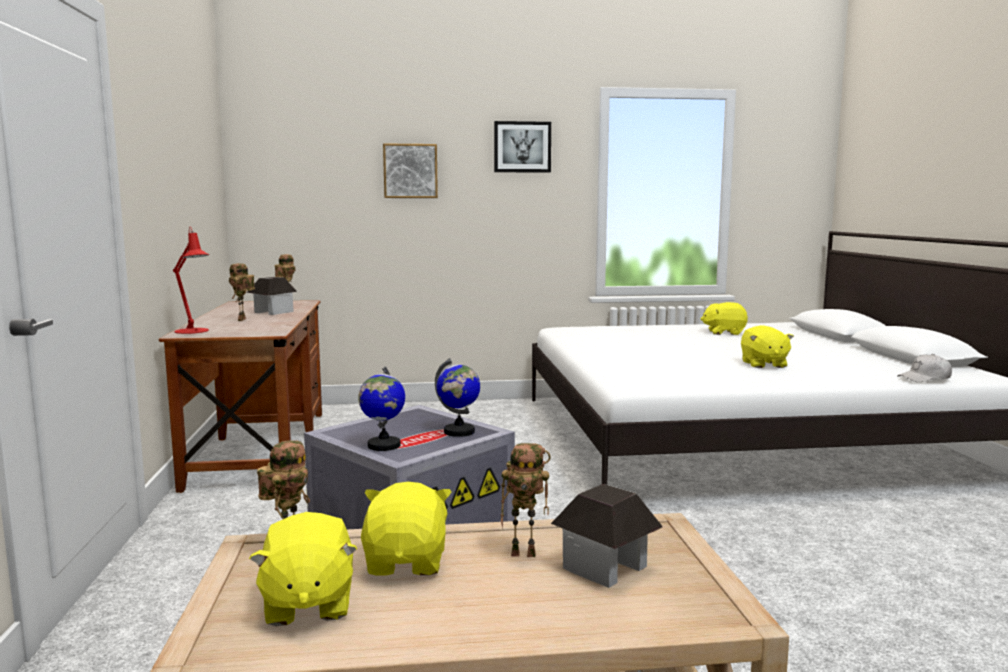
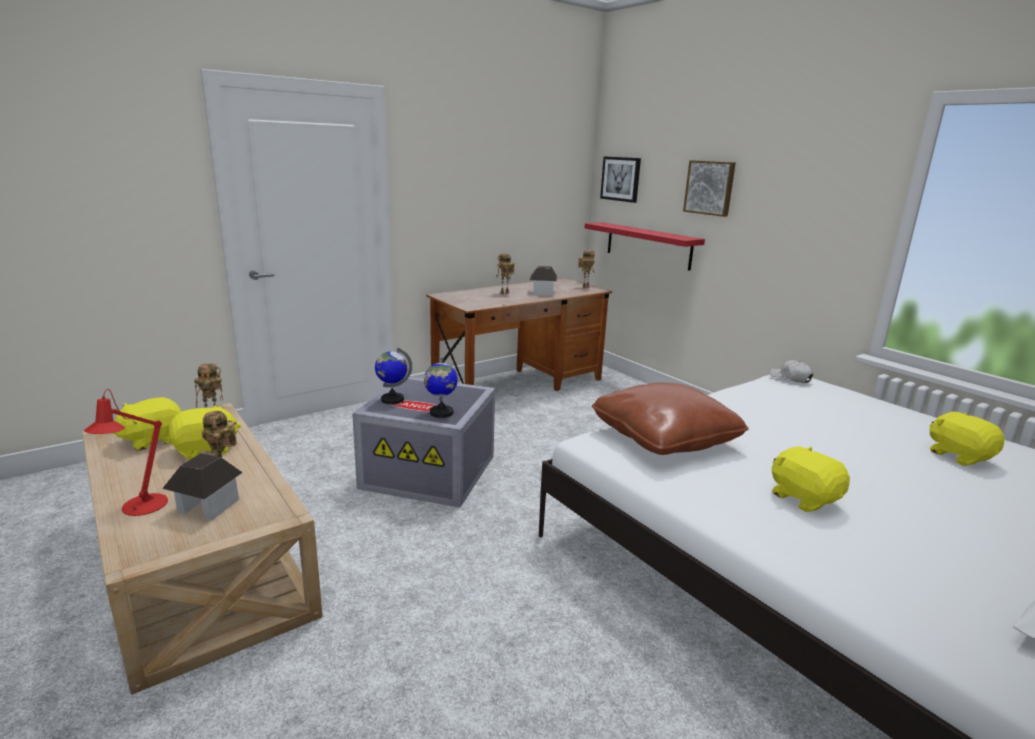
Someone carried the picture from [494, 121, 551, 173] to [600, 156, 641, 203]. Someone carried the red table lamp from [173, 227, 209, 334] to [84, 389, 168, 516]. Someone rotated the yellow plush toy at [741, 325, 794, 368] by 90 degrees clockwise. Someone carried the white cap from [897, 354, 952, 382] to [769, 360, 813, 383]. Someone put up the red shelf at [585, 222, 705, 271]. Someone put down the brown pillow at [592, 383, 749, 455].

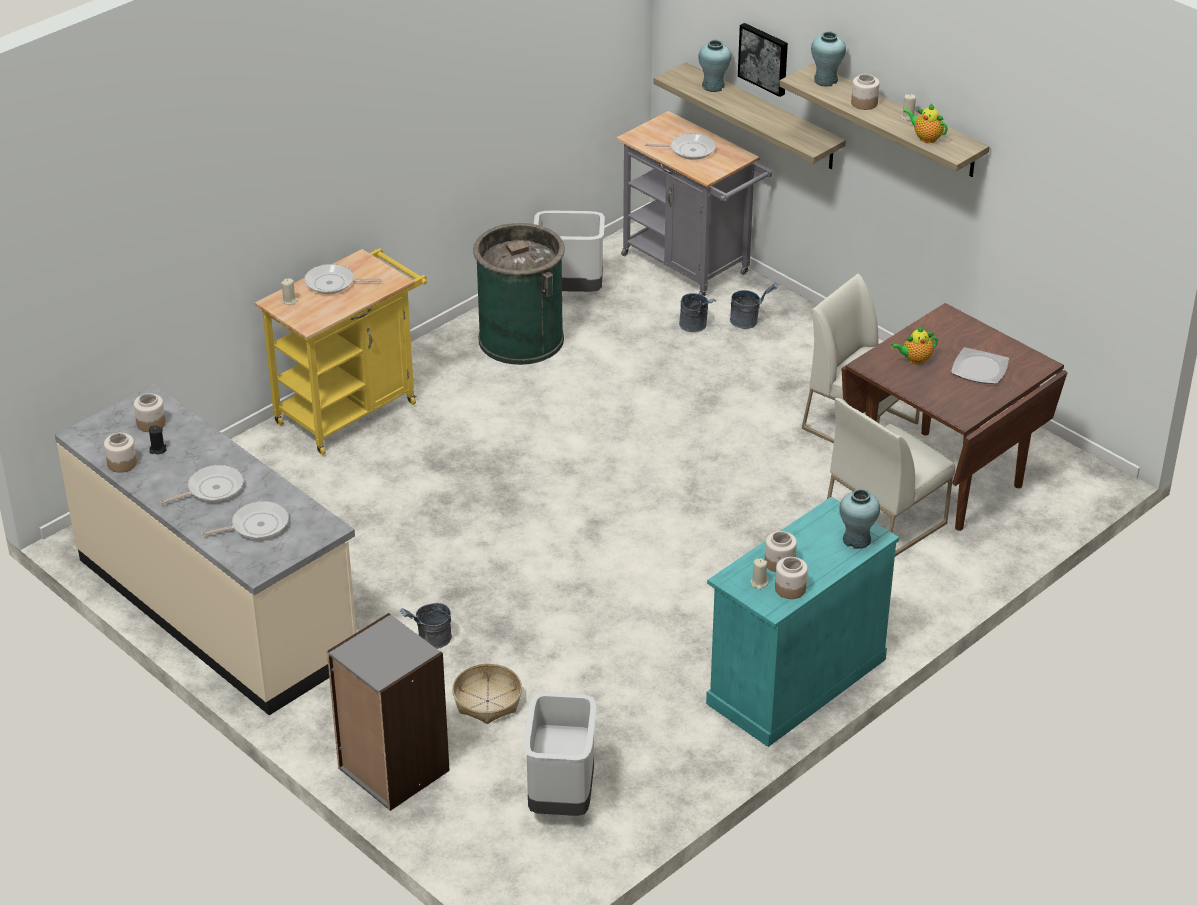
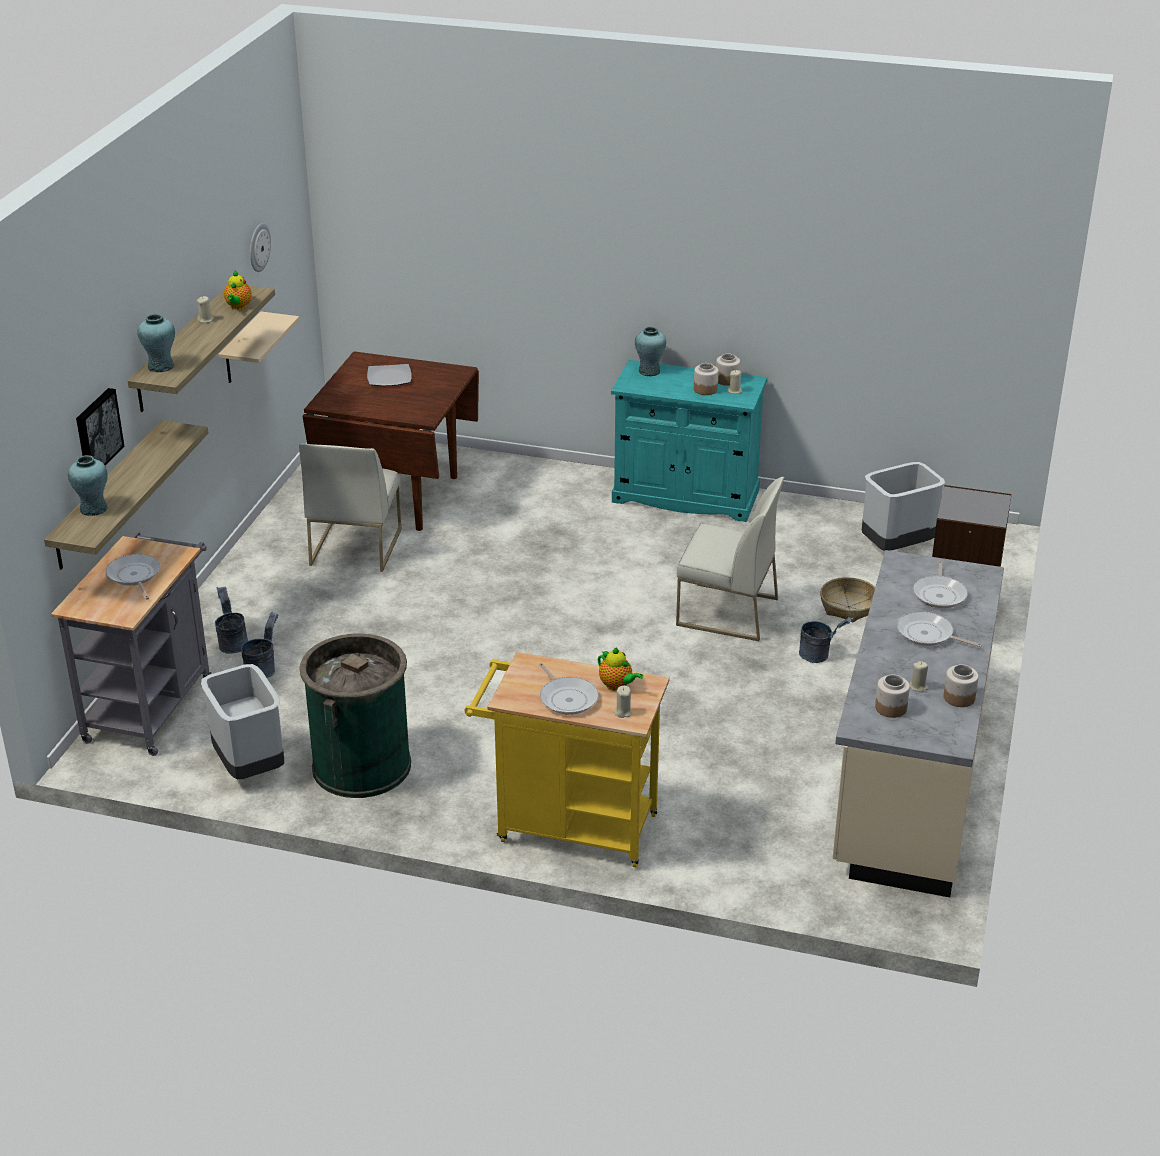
Someone took away the jar at [851, 74, 879, 110]. Someone carried the teapot from [891, 326, 938, 365] to [598, 647, 643, 691]. Someone carried the white chair from [827, 398, 955, 556] to [676, 477, 784, 641]. Someone repainted the black candle at [149, 426, 166, 454], which became the beige candle at [909, 661, 929, 692]. Someone rotated the frying pan at [201, 501, 289, 539] by 120 degrees counterclockwise. Someone put up the wall clock at [250, 223, 271, 272]. Someone put up the beige shelf at [219, 312, 299, 383].

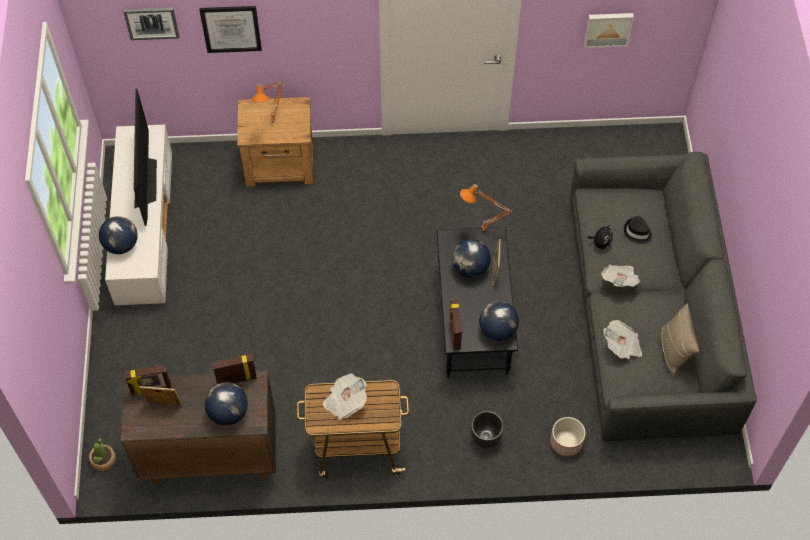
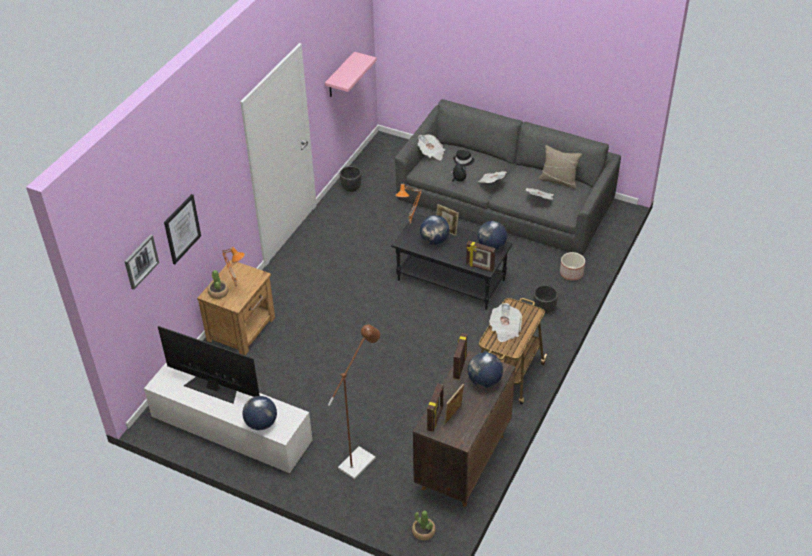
Someone swapped the picture at [584, 13, 634, 48] for the pink shelf at [325, 52, 377, 97]. Someone put down the newspaper at [418, 134, 445, 160]. Someone put down the black planter at [340, 166, 362, 192]. Someone put down the potted plant at [208, 270, 229, 299]. Someone put down the brown floor lamp at [328, 325, 380, 479].

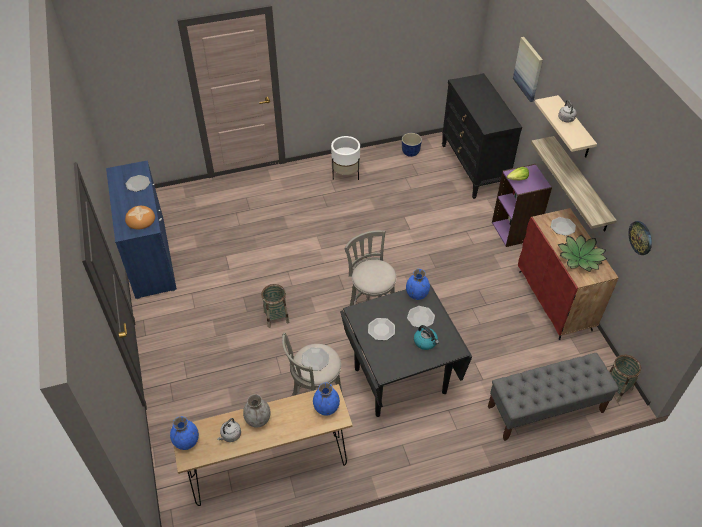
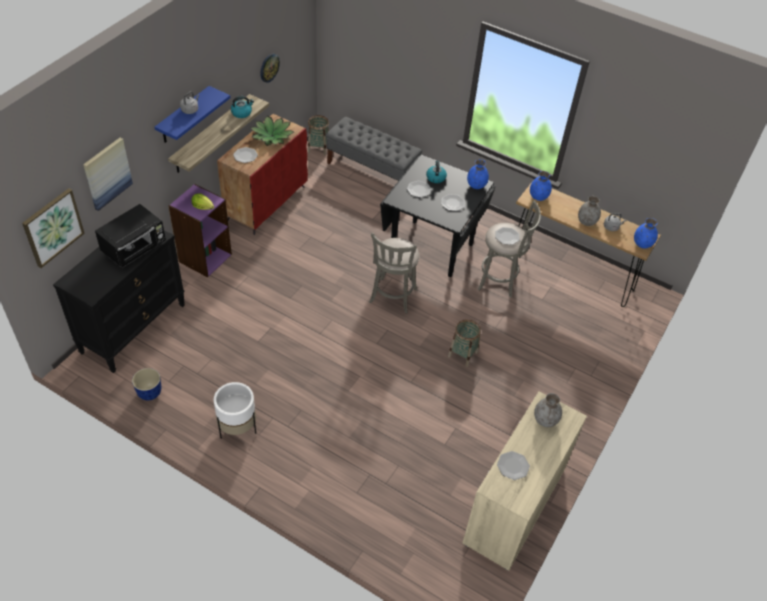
Someone repainted the beige shelf at [534, 95, 597, 158], which became the blue shelf at [154, 86, 230, 143]. Someone repainted the blue cabinet at [106, 160, 177, 299], which became the beige cabinet at [463, 391, 587, 570]. Someone swapped the bread at [125, 206, 155, 229] for the grey vase at [534, 393, 562, 427]. Someone carried the blue vase from [406, 269, 430, 300] to [467, 159, 489, 189]. Someone put down the kettle at [231, 96, 254, 118]. Someone put up the picture at [22, 188, 85, 268]. Someone put down the black microwave at [95, 204, 166, 268].

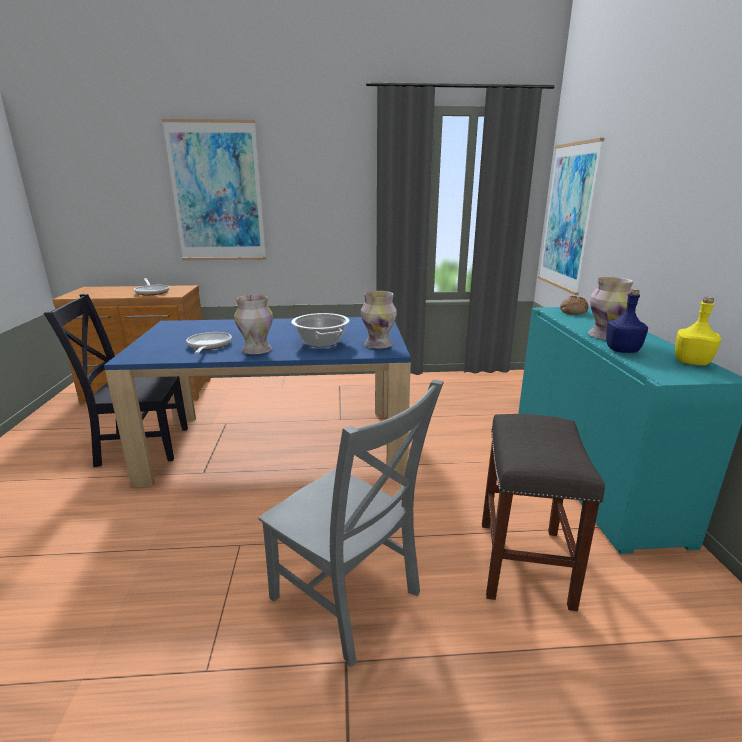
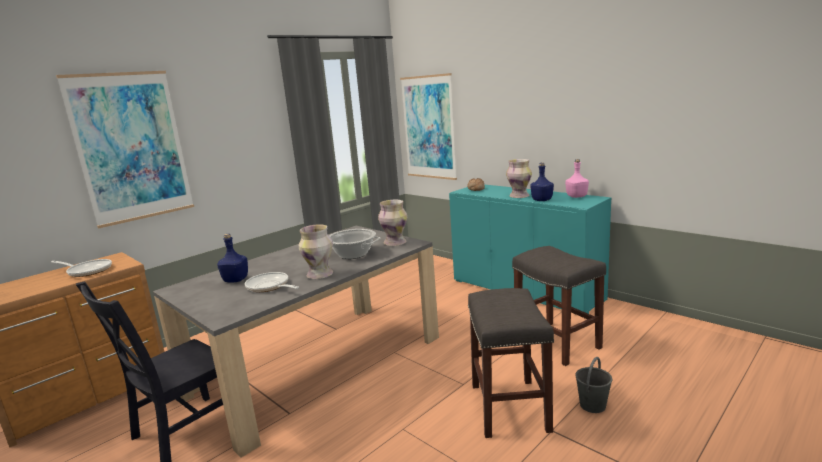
Someone repainted the yellow bottle at [675, 297, 721, 366], which became the pink bottle at [565, 159, 589, 198]. Someone repainted the blue dining table at [104, 317, 411, 487], which became the grey dining table at [153, 226, 439, 458]. Someone swapped the grey chair at [258, 380, 444, 667] for the grey stool at [468, 288, 554, 438]. Someone put down the blue bottle at [217, 234, 248, 283]. Someone put down the grey bucket at [575, 357, 612, 413].

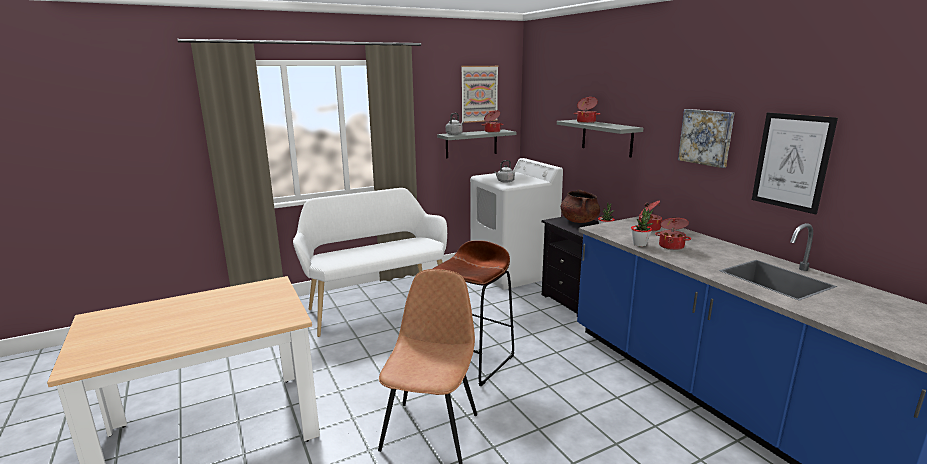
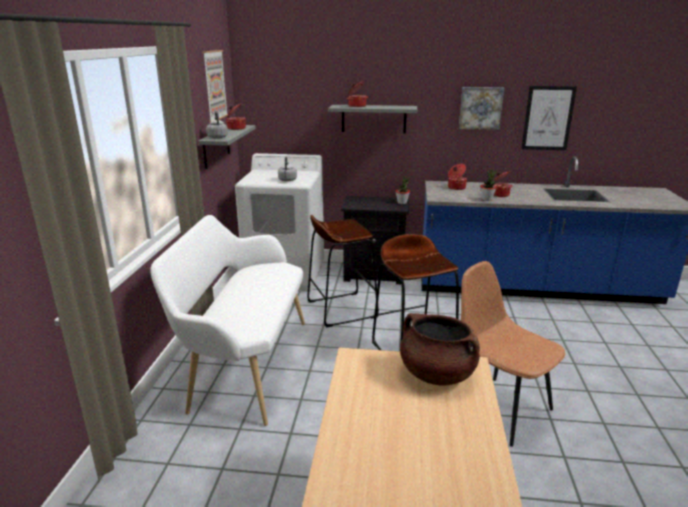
Someone carried the brown cooking pot from [561, 189, 600, 223] to [400, 313, 480, 385]. Someone put down the brown stool at [307, 215, 379, 328].

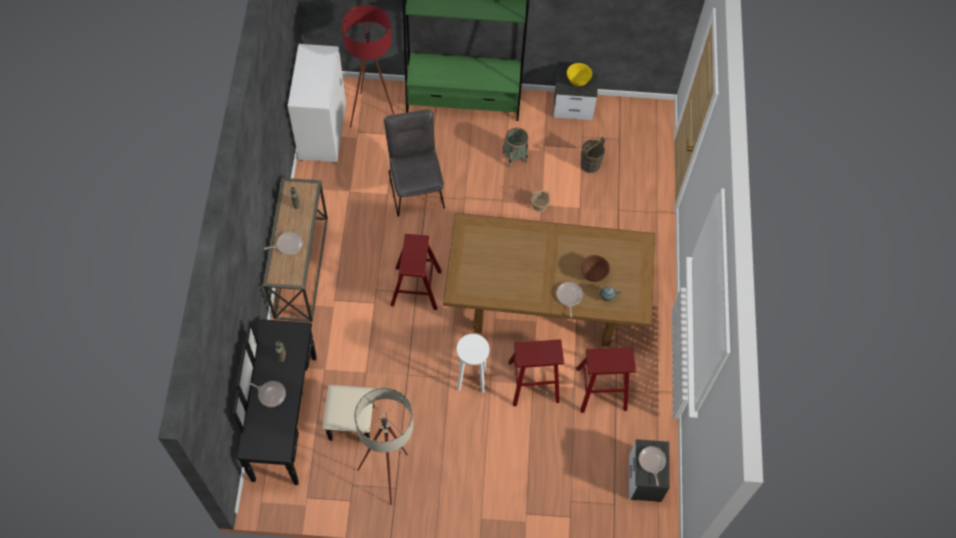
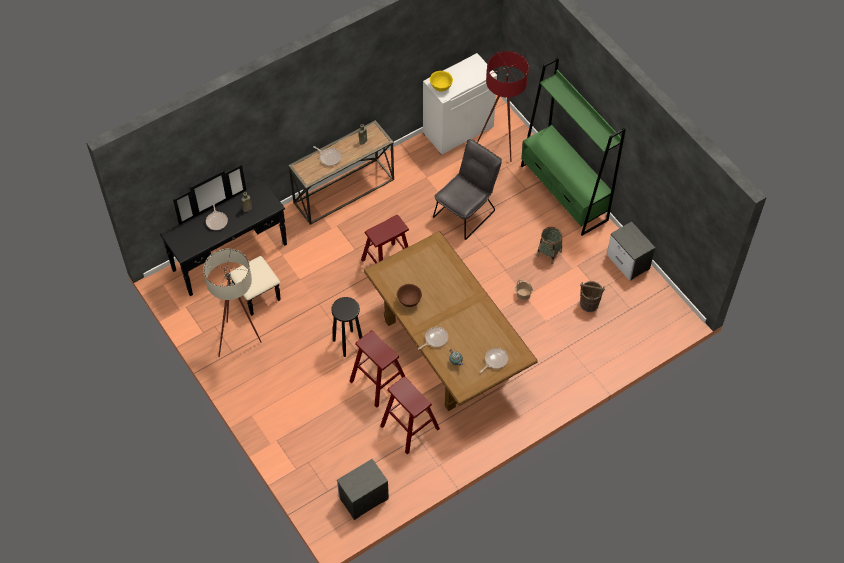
Someone carried the yellow bowl from [567, 63, 592, 86] to [430, 71, 453, 92]. Someone carried the brown bowl from [581, 255, 610, 282] to [397, 284, 422, 307]. Someone repainted the white stool at [456, 334, 490, 393], which became the black stool at [331, 297, 362, 357]. Someone carried the frying pan from [639, 446, 666, 486] to [480, 348, 508, 373].

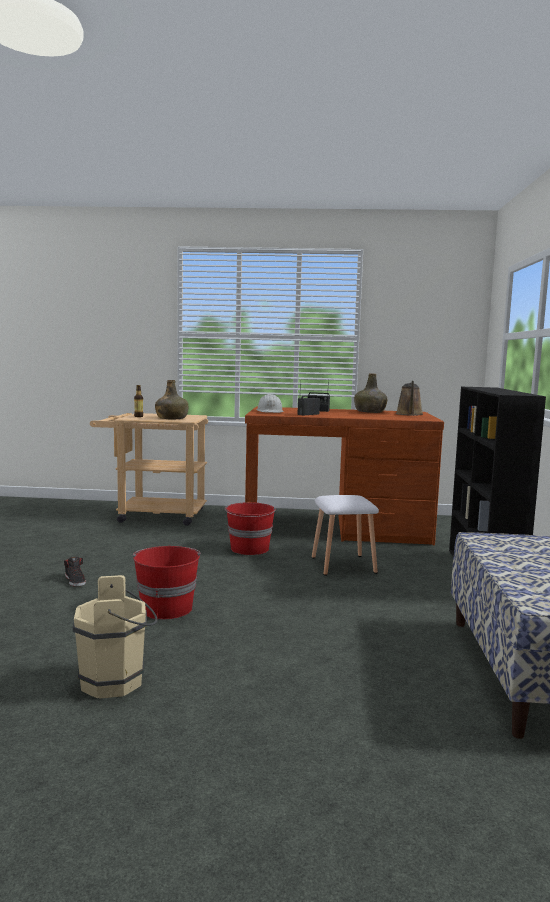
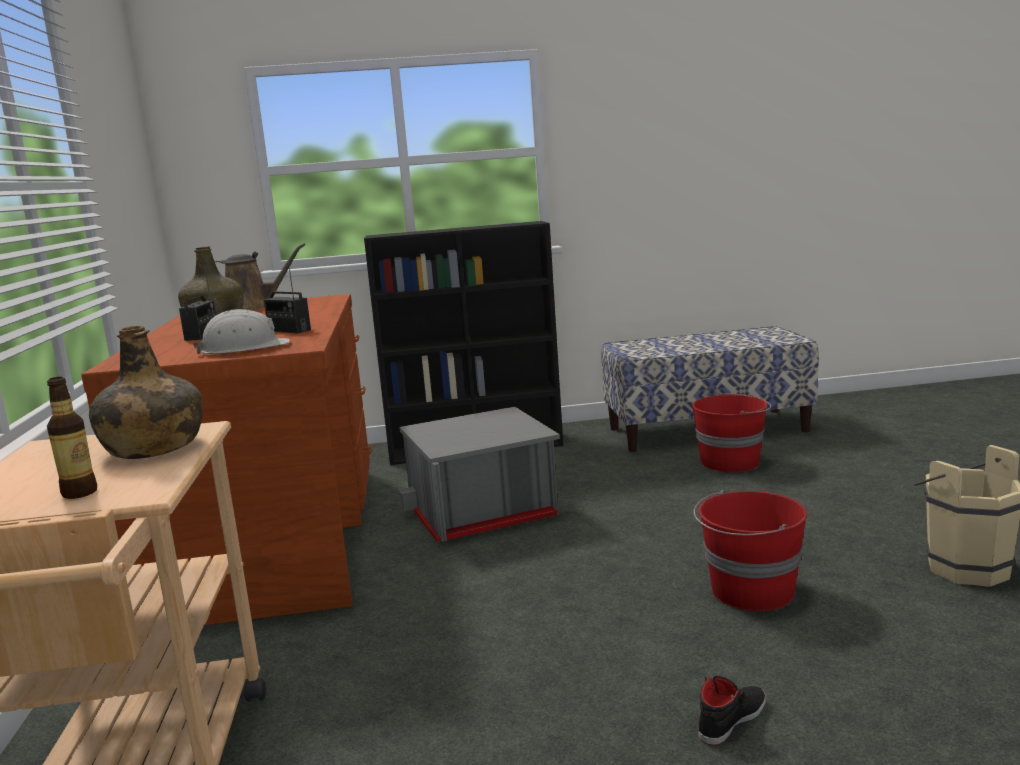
Someone swapped the white stool at [312, 495, 379, 576] for the grey storage box at [398, 407, 560, 542]. Someone carried the red bucket from [225, 502, 276, 555] to [692, 393, 771, 473].

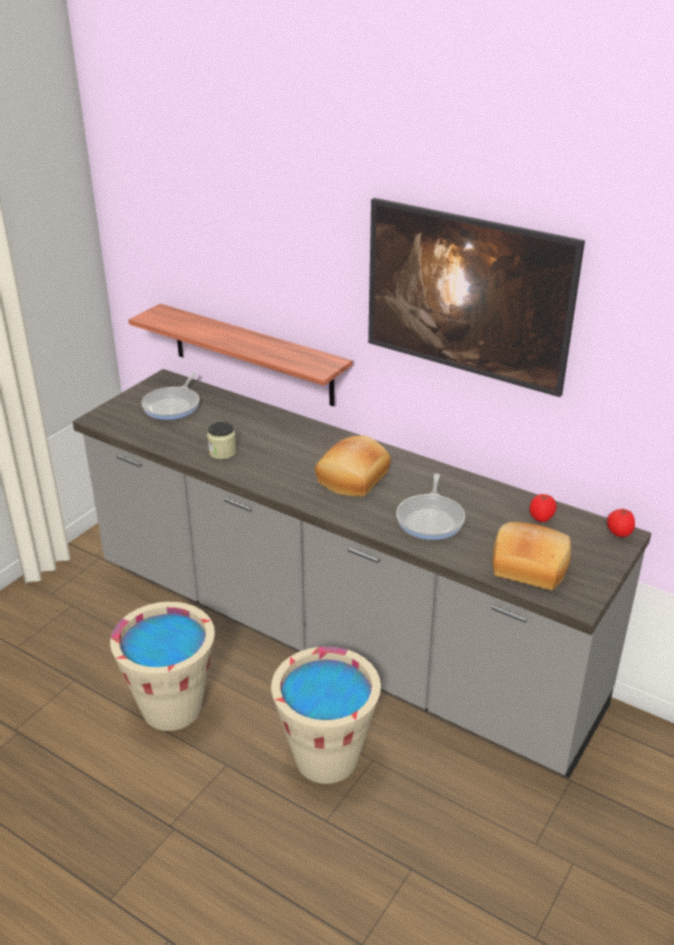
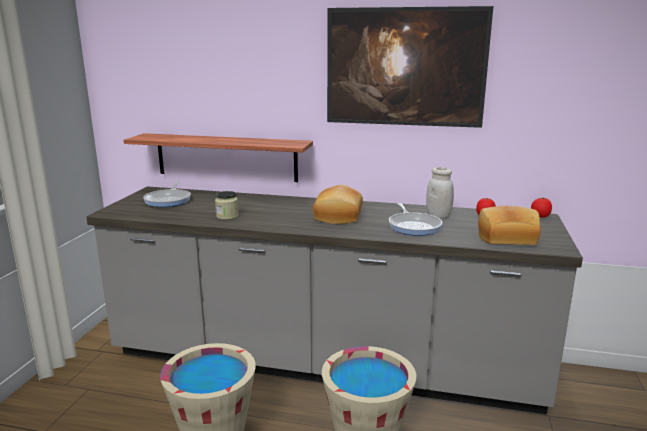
Someone put down the white jar at [426, 167, 454, 219].

